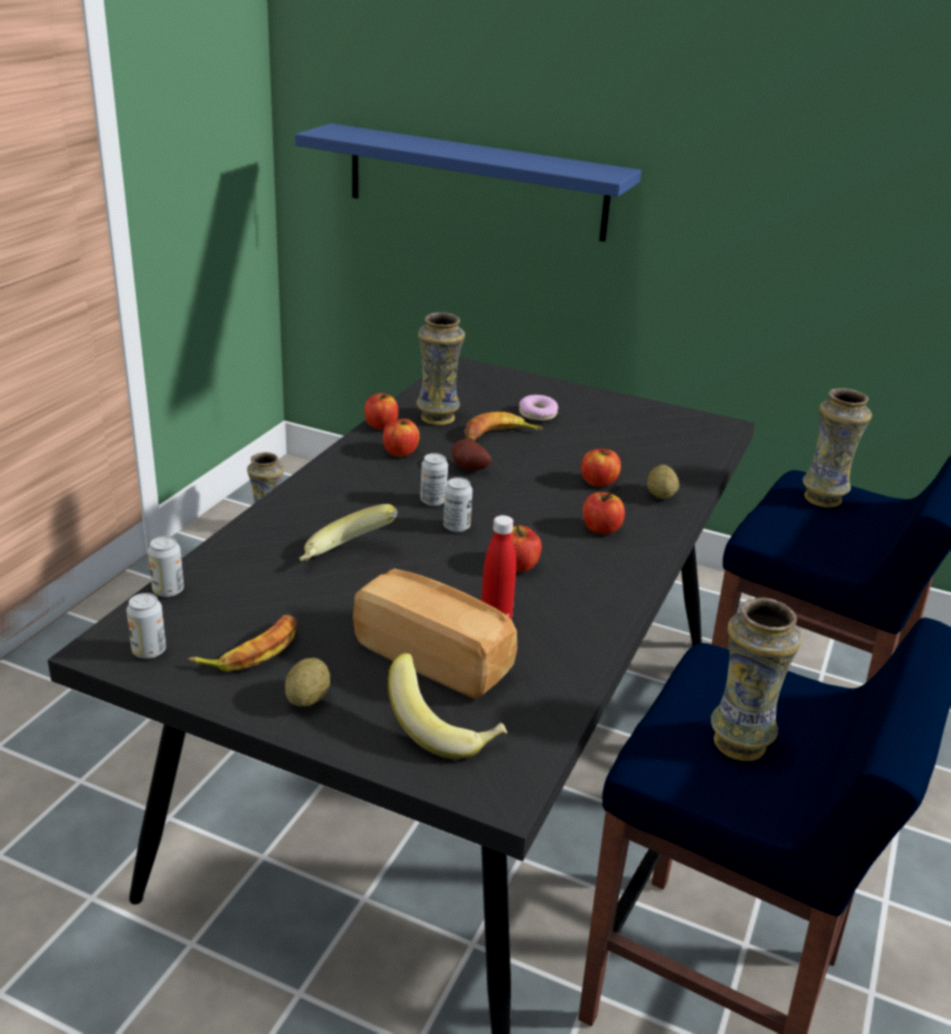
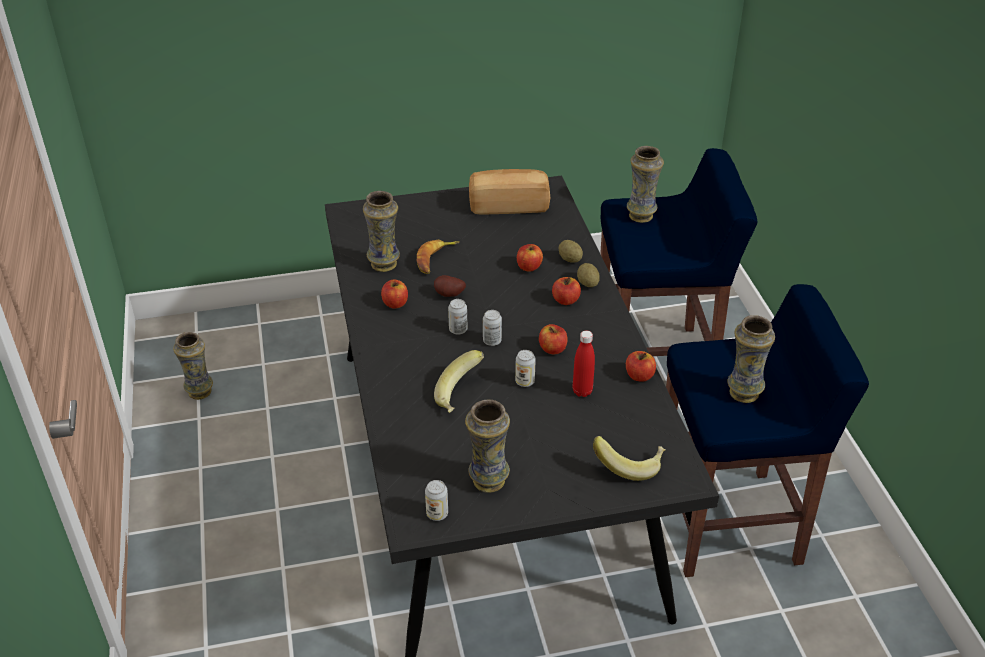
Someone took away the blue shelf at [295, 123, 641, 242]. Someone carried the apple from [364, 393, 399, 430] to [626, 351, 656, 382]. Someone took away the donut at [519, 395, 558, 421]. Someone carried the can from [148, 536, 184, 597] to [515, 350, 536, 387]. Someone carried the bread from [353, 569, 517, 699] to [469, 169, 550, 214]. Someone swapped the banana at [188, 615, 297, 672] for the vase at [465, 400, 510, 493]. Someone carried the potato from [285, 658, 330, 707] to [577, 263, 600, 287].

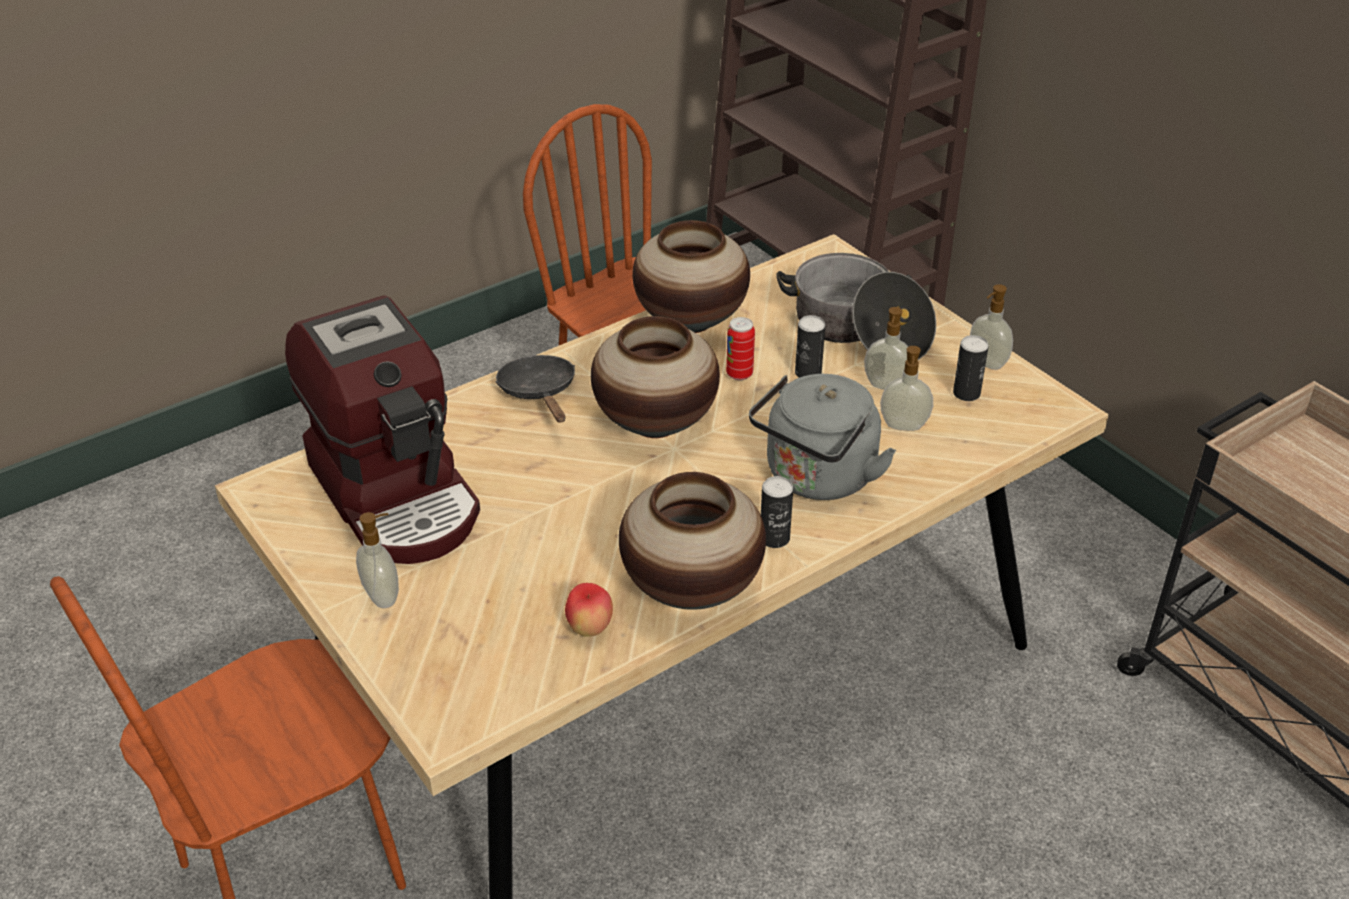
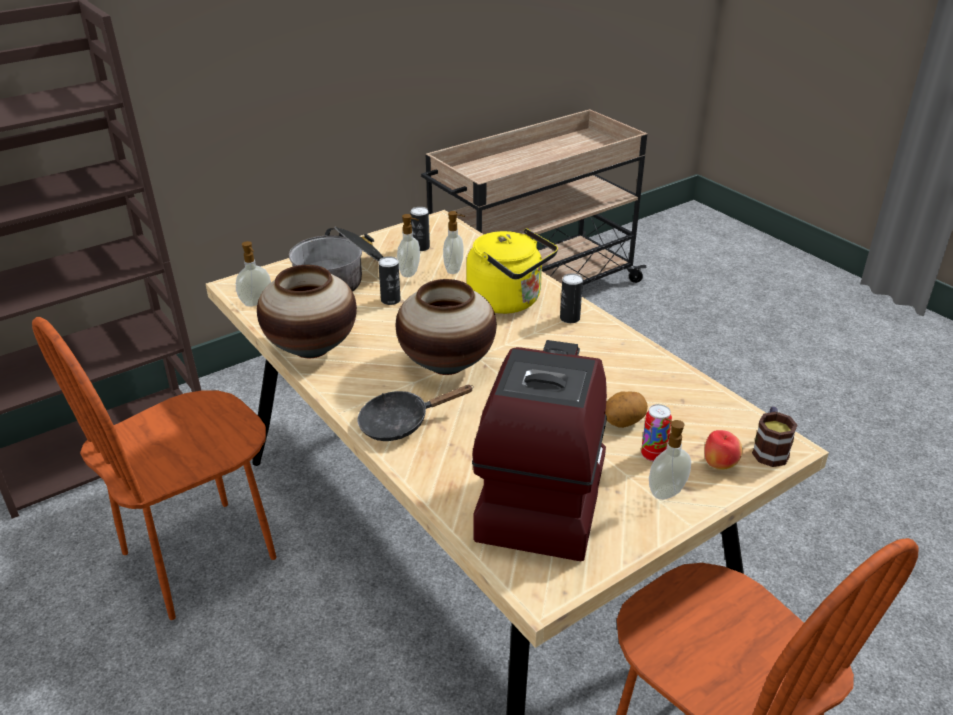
Someone carried the soap dispenser from [970, 284, 1013, 370] to [236, 241, 271, 307]. Someone rotated the coffee machine at [285, 296, 480, 564] by 45 degrees counterclockwise. Someone carried the can from [726, 317, 755, 380] to [641, 404, 672, 462]. Someone repainted the grey kettle at [749, 374, 896, 500], which became the yellow kettle at [466, 228, 558, 314]. Someone took away the vase at [619, 472, 766, 610]. Someone carried the apple from [565, 583, 613, 637] to [704, 430, 743, 470]. Someone put down the potato at [605, 391, 648, 428]. Someone put down the mug at [752, 406, 798, 467].

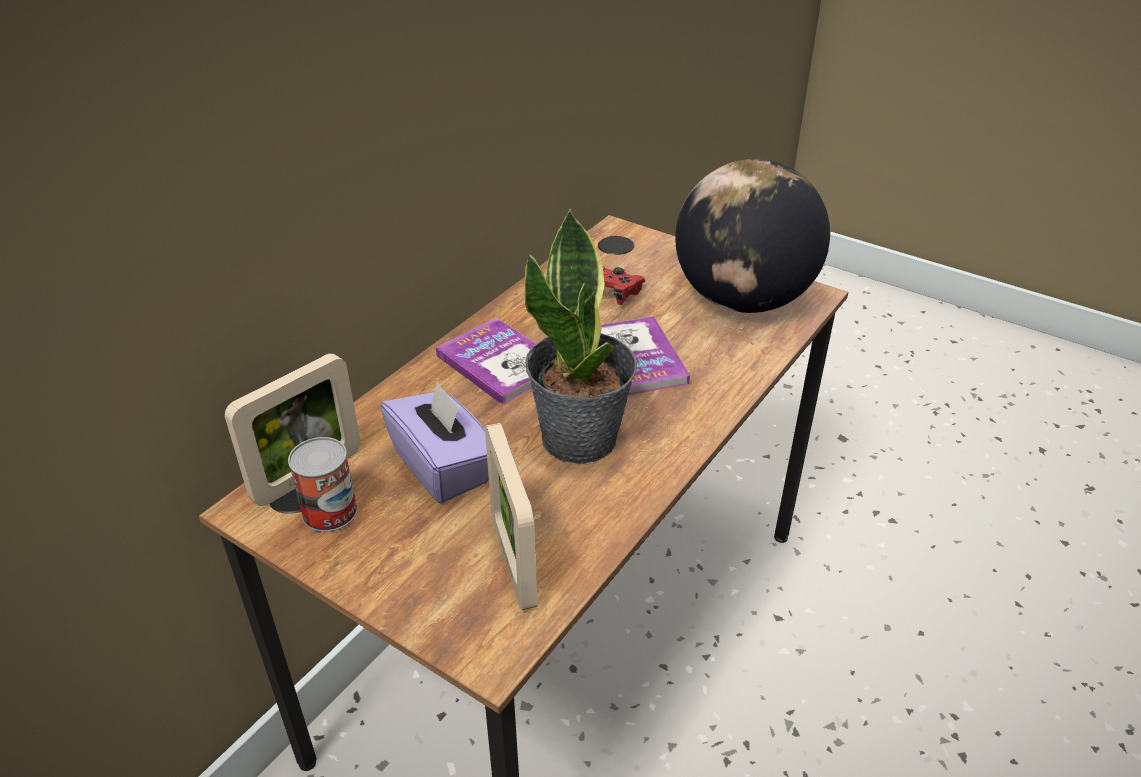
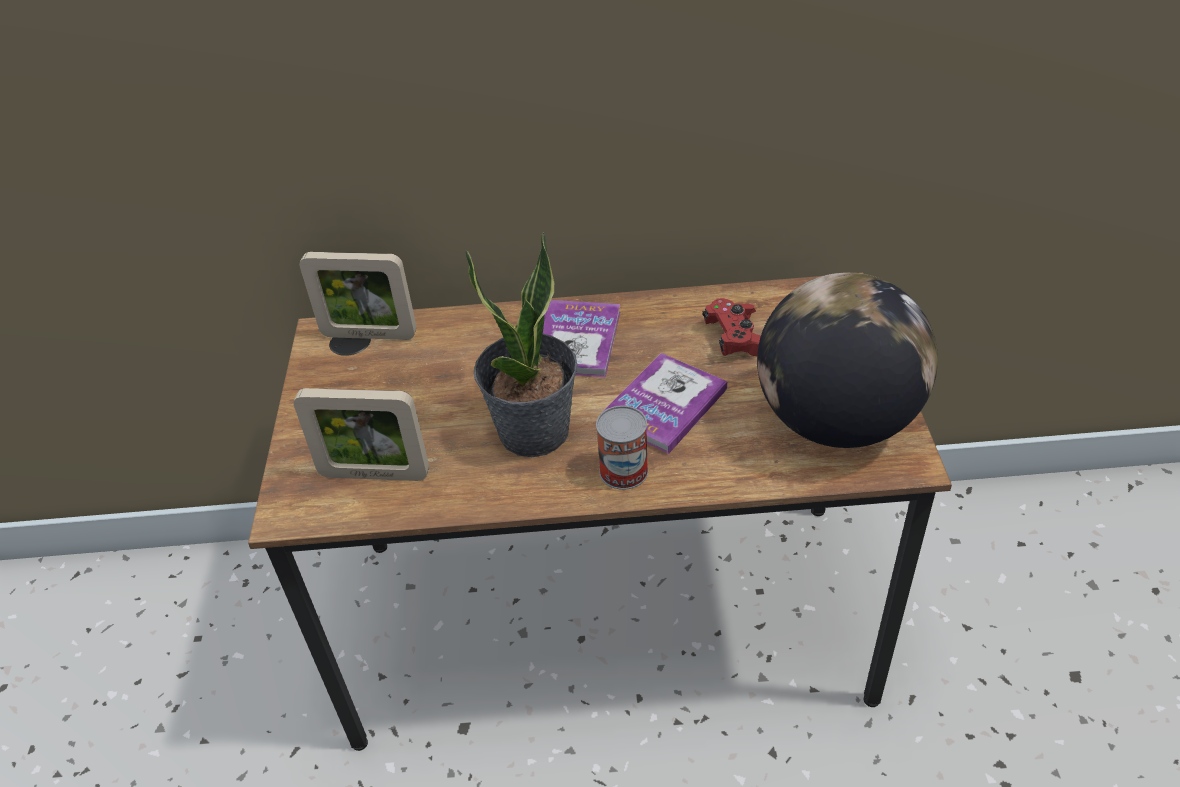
Someone took away the purple tissue box at [380, 381, 489, 504]. Someone rotated the picture frame at [485, 423, 537, 610] by 120 degrees counterclockwise. Someone carried the can from [288, 437, 358, 532] to [596, 405, 648, 490].

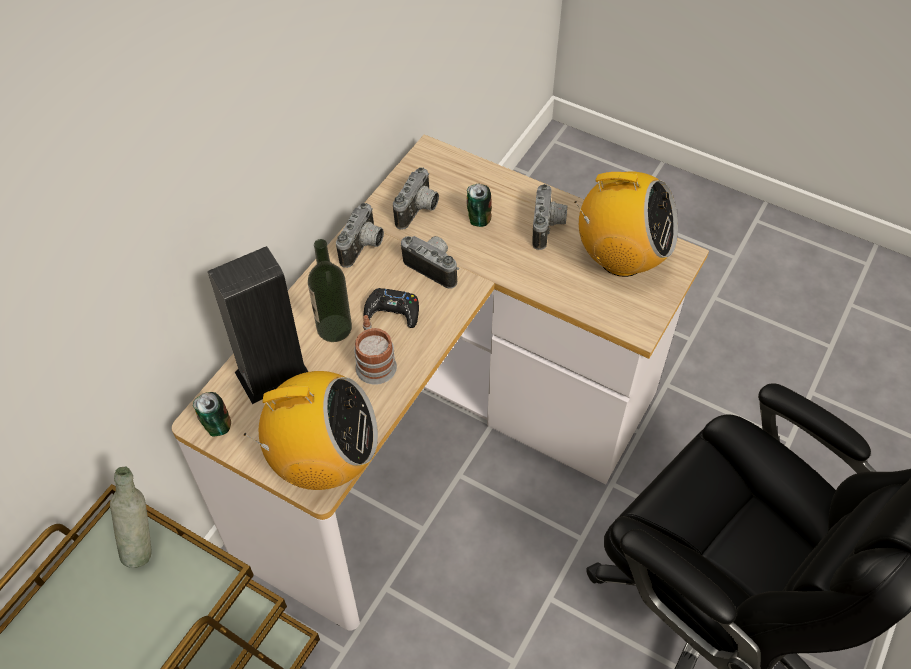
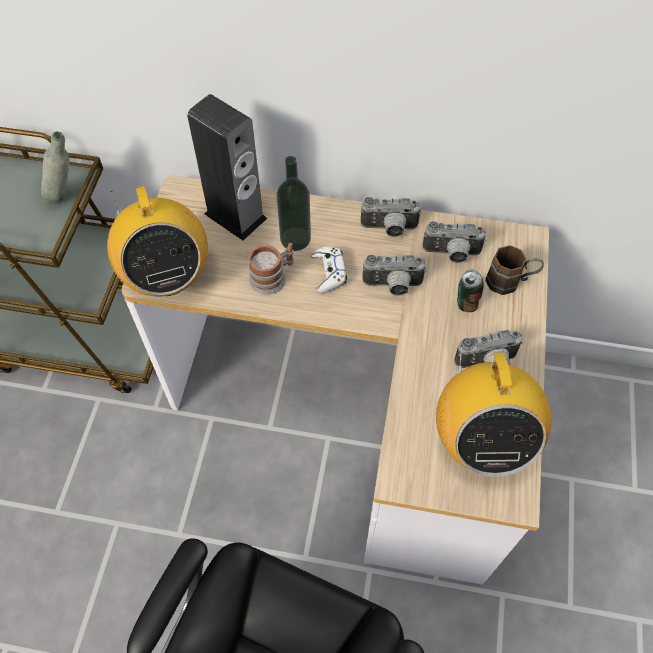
Someone rotated the photo camera at [401, 236, 459, 289] by 75 degrees clockwise. Someone repainted the black game controller at [364, 288, 419, 328], which became the white game controller at [312, 246, 347, 293]. Someone took away the can at [193, 392, 231, 436]. Someone put down the brown mug at [485, 245, 544, 295].

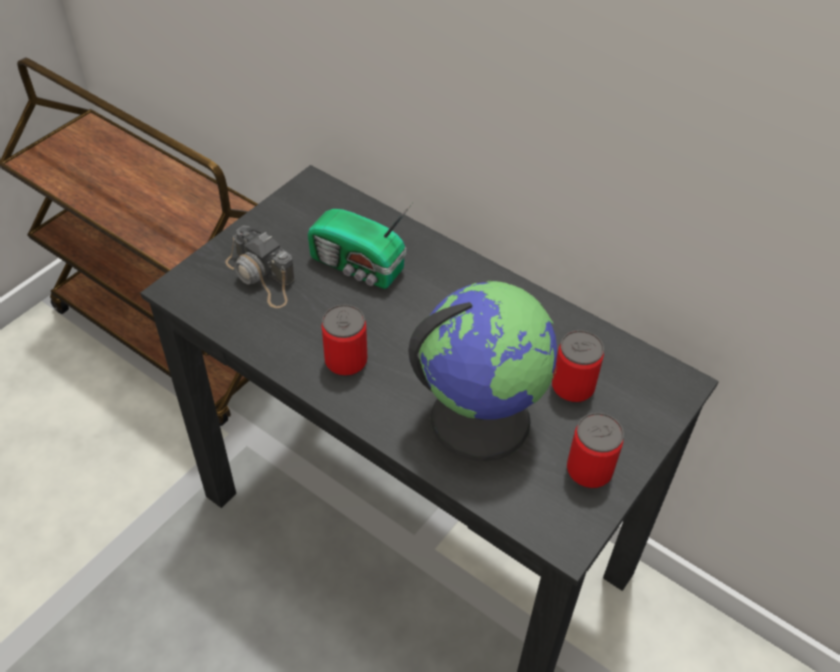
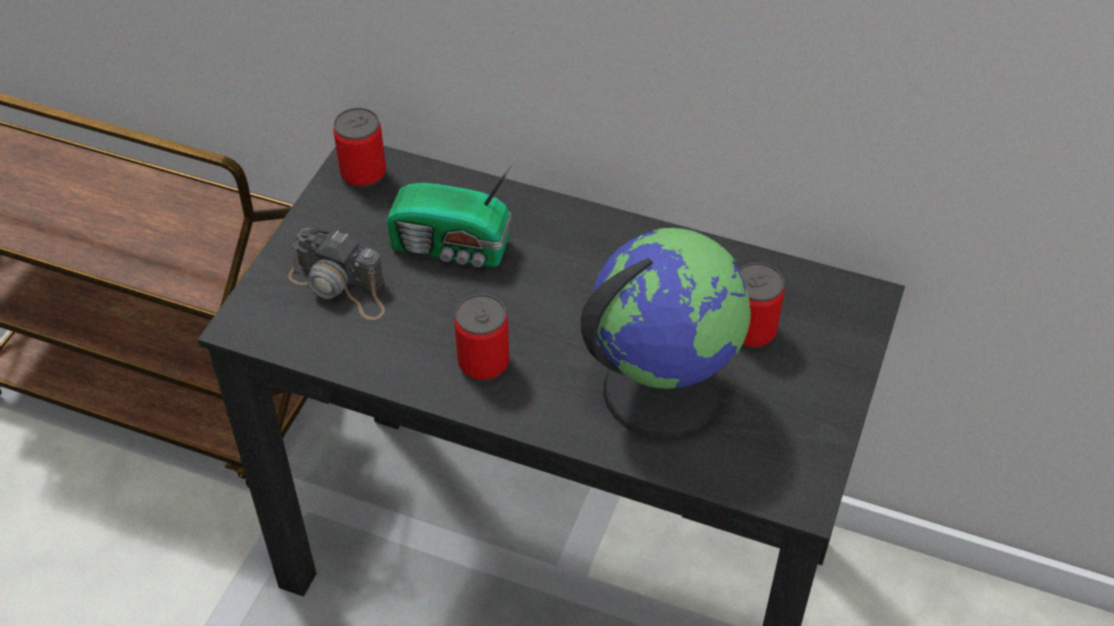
Someone carried the can from [567, 413, 624, 489] to [334, 108, 386, 188].

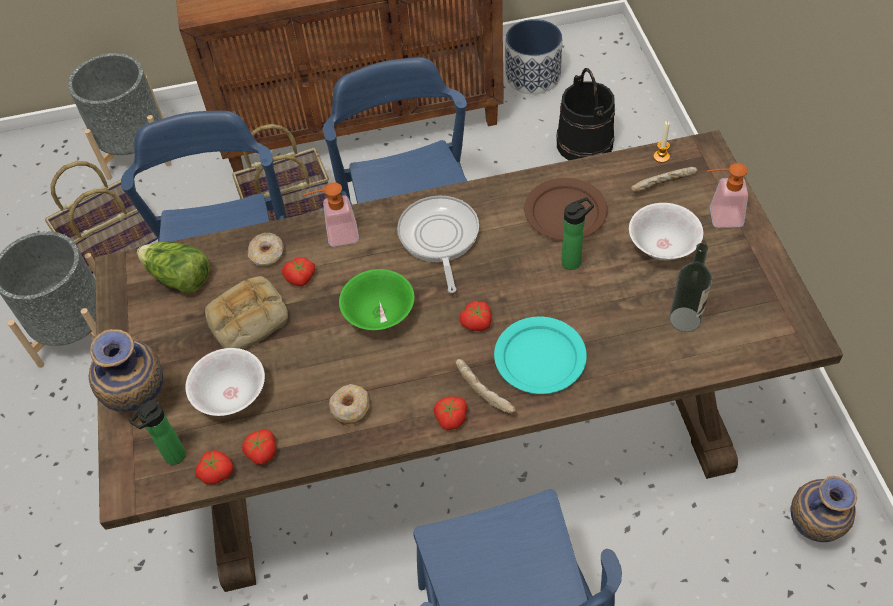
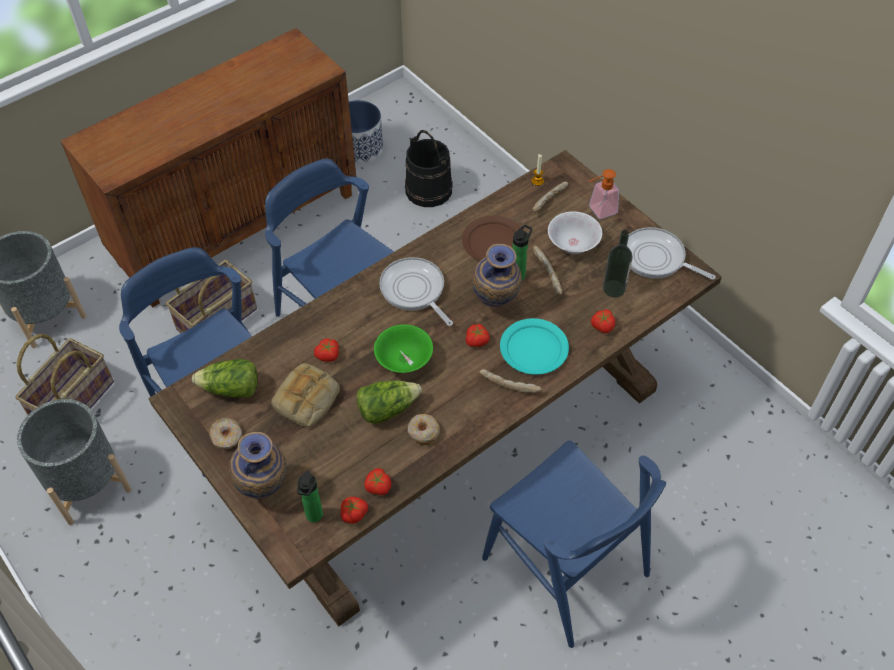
Someone took away the soap dispenser at [303, 182, 359, 247]. Someone carried the donut from [248, 233, 284, 268] to [209, 418, 242, 449]. Someone took away the white bowl at [185, 348, 265, 416]. Someone carried the tomato from [434, 396, 468, 430] to [591, 309, 615, 333]. Someone carried the vase from [790, 476, 857, 542] to [472, 244, 522, 307]. Someone put down the frying pan at [627, 227, 716, 280]. Someone put down the bread at [532, 245, 562, 295]. Someone put down the lettuce at [357, 380, 422, 424].

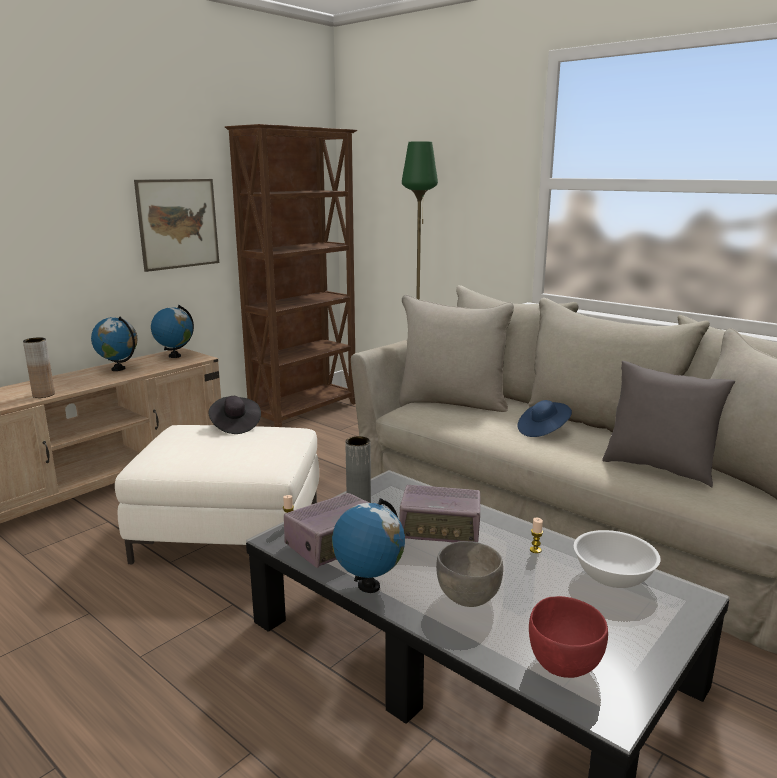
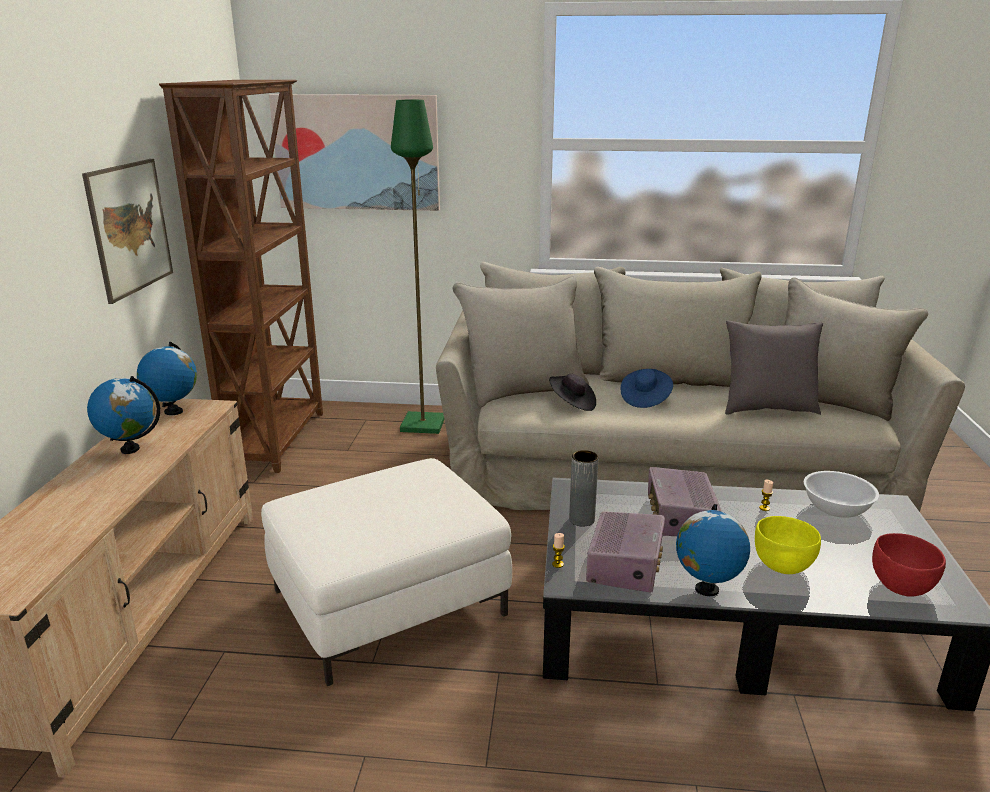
Someone took away the brown vase at [23, 337, 55, 398]. Someone carried the black hat from [209, 396, 261, 434] to [549, 374, 596, 411]. Someone rotated the radio at [399, 485, 480, 543] by 120 degrees clockwise. Someone repainted the grey bowl at [436, 541, 503, 607], which became the yellow bowl at [755, 516, 821, 574]. Someone put up the picture at [269, 94, 440, 211].

